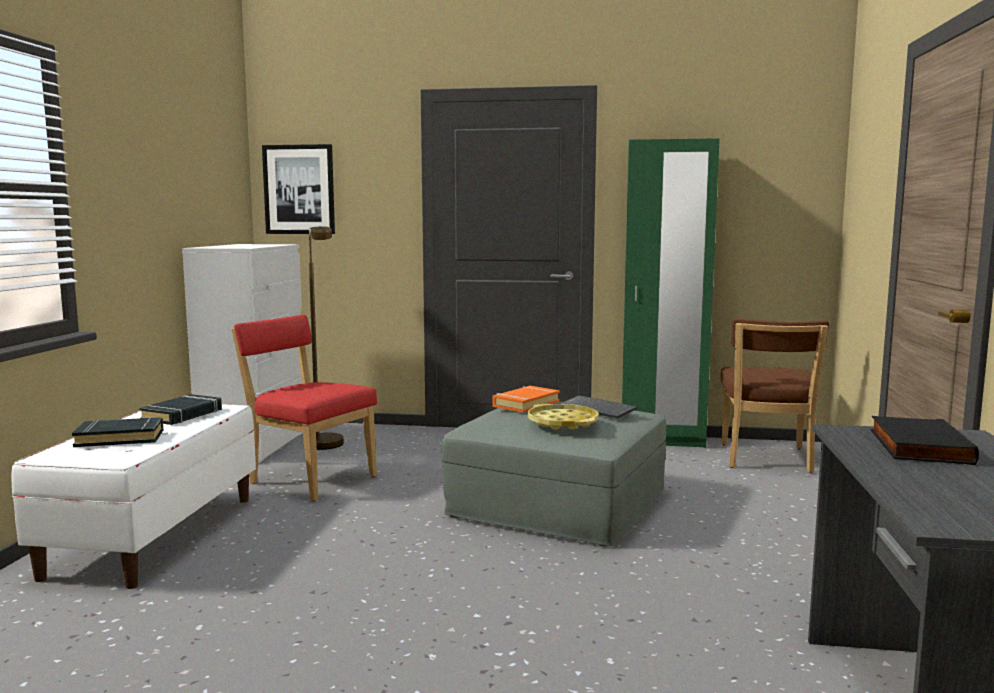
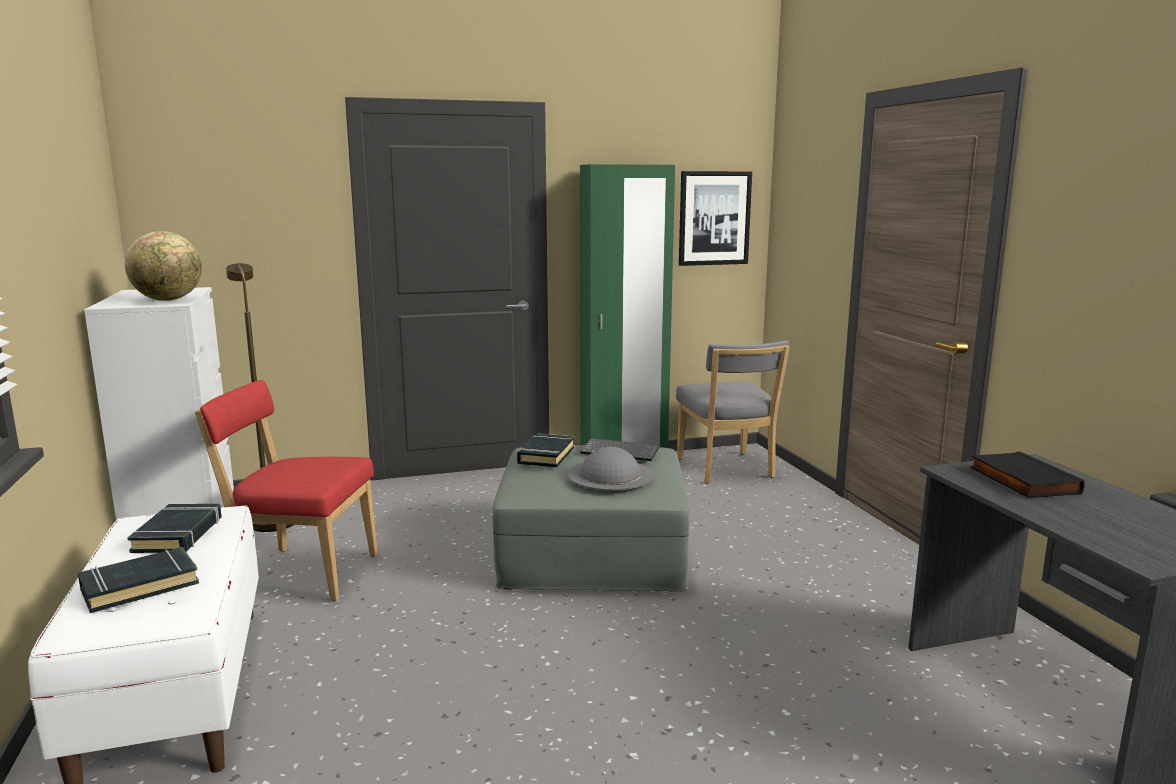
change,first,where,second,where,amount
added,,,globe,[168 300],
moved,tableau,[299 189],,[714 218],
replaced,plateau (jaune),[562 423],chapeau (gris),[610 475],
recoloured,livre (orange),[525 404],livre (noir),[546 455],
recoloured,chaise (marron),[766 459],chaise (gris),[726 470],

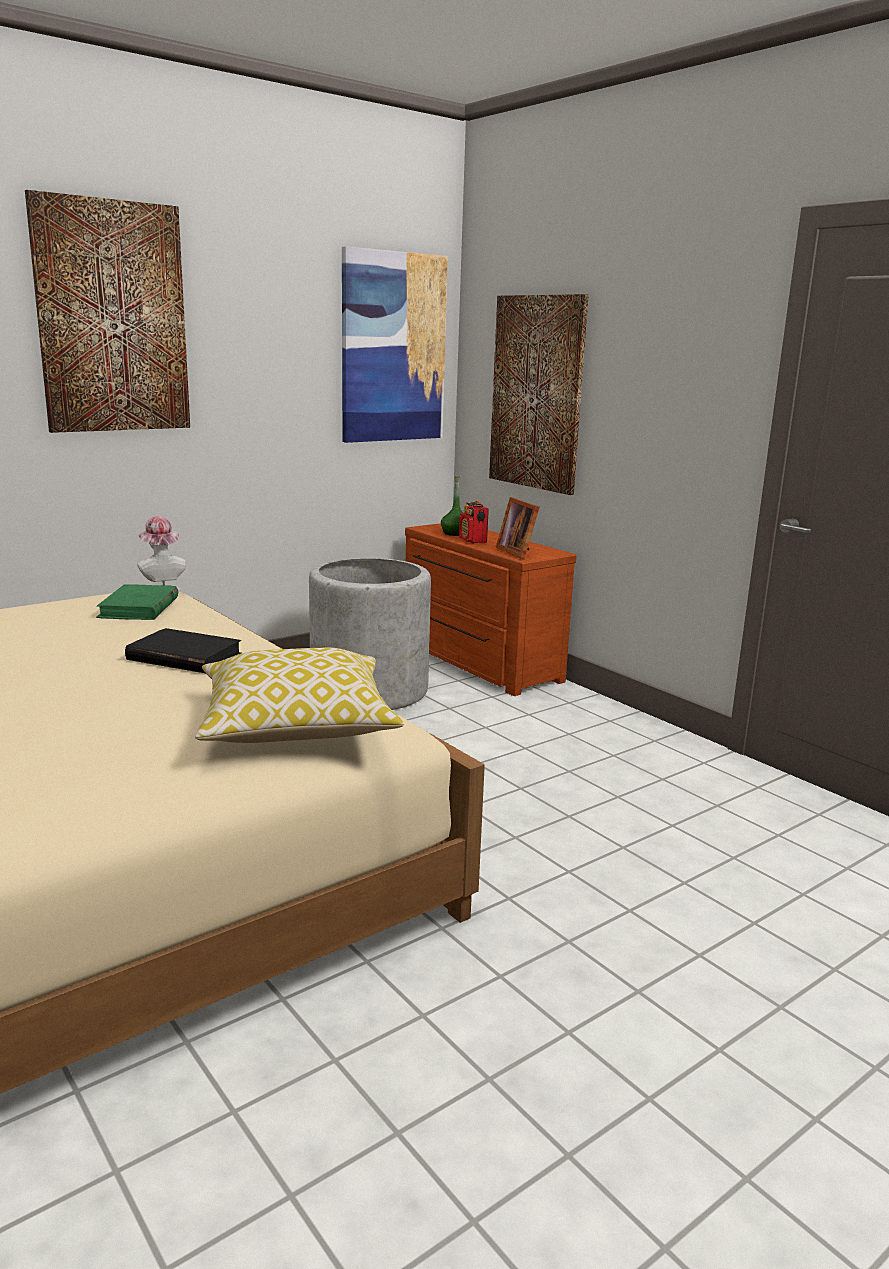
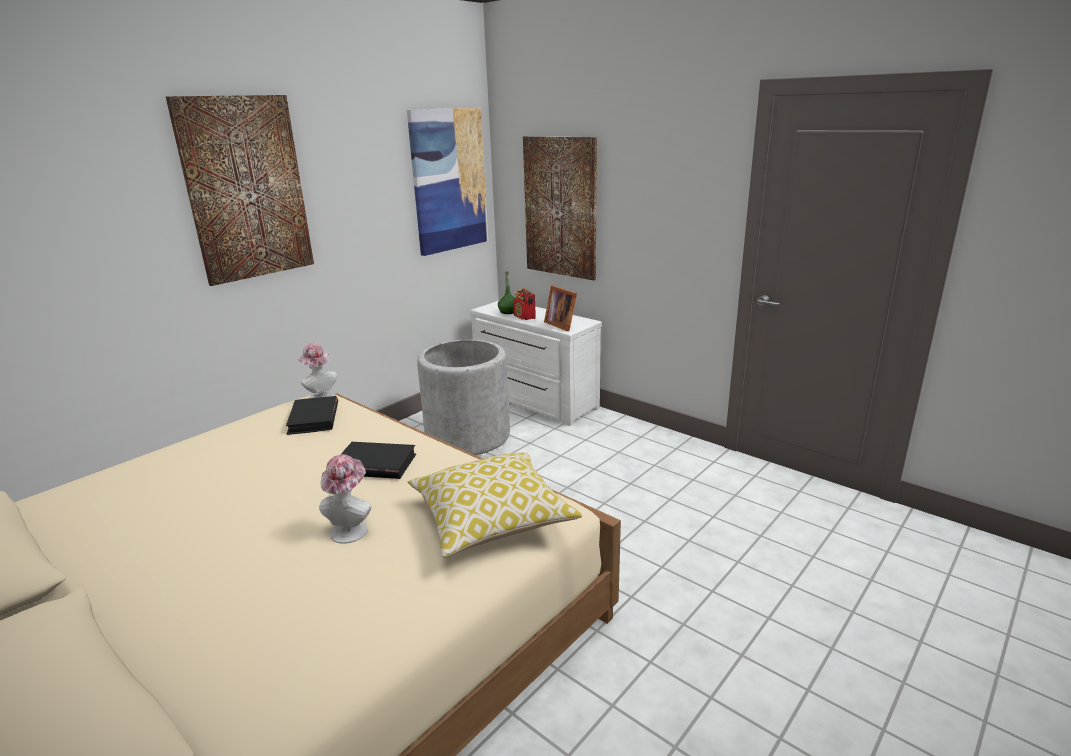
change,first,where,second,where,amount
added,,,chapeau,[351 528],
recoloured,livre (vert),[139 608],livre (noir),[314 419],
recoloured,commode (marron),[477 663],commode (blanc),[533 401],

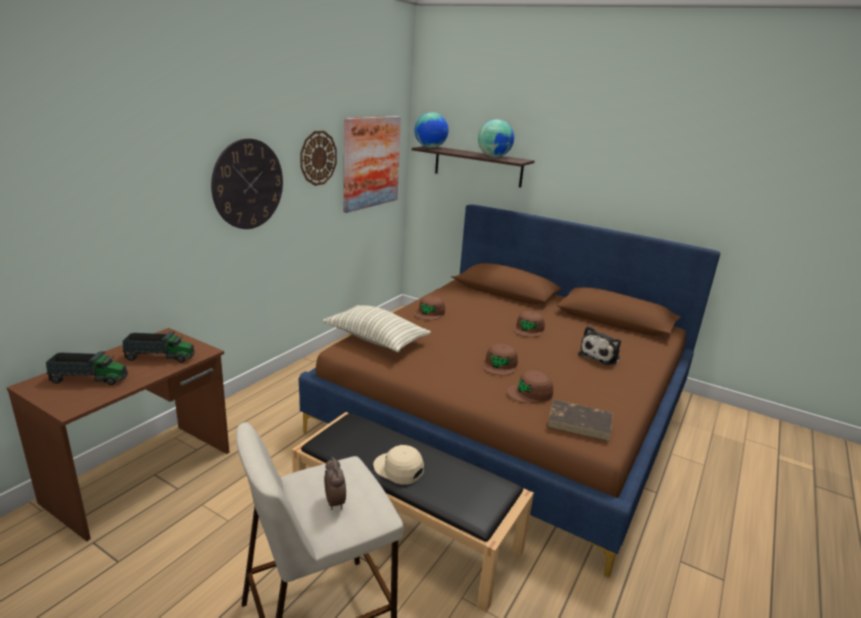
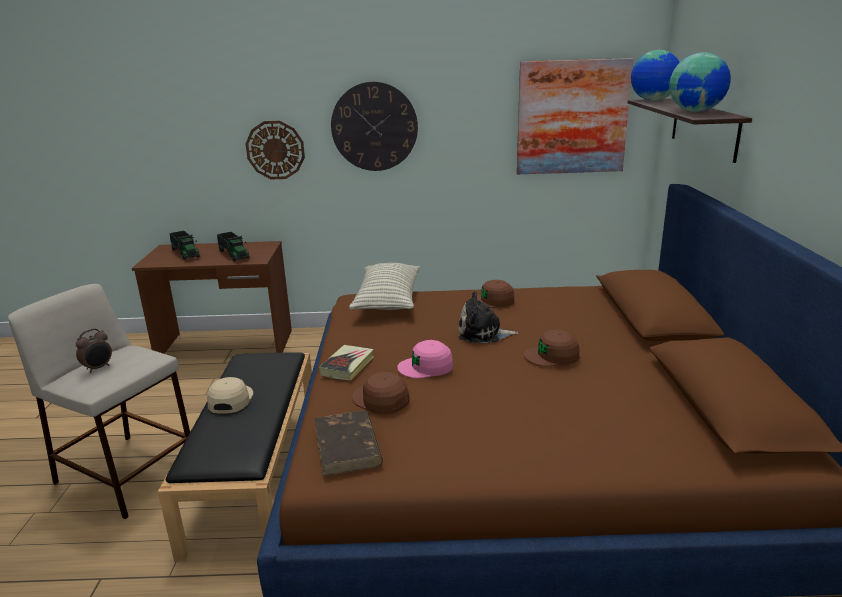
change,first,where,second,where,amount
added,,,livre,[347 366],
moved,horloge murale,[318 158],,[275 150],
moved,peluche,[600 356],,[483 333],
recoloured,casquette (marron),[500 365],casquette (rose),[426 367],

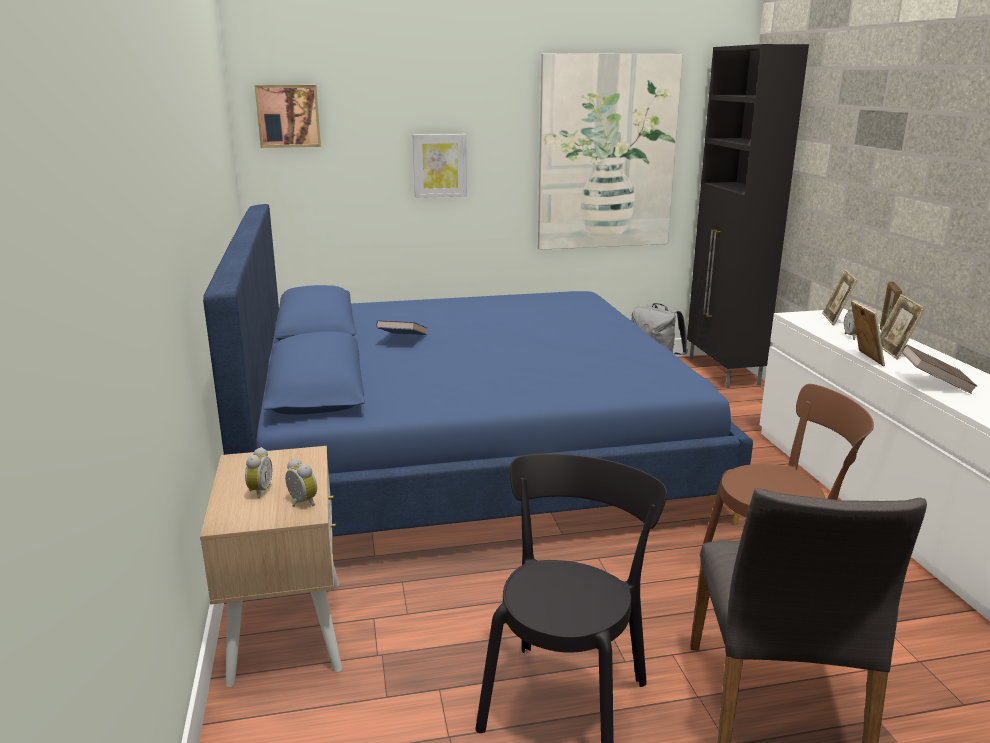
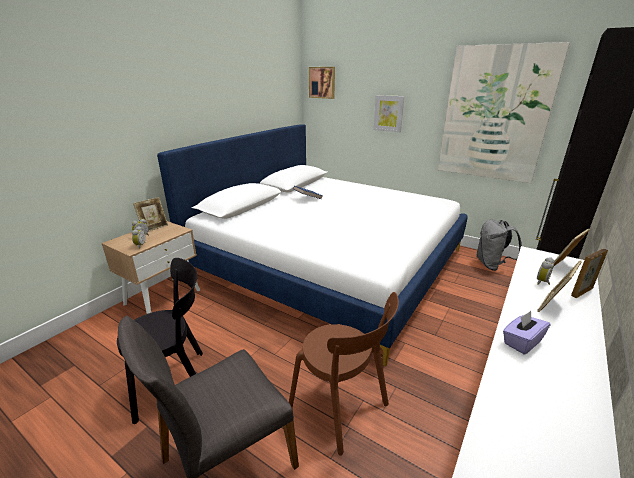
change,first,where,second,where,amount
moved,cadre photo,[863 358],,[154 227],
replaced,livre (marron),[934 383],boîte à mouchoirs (violet),[521 342],
recoloured,lit (bleu),[465 448],lit (blanc),[328 262],

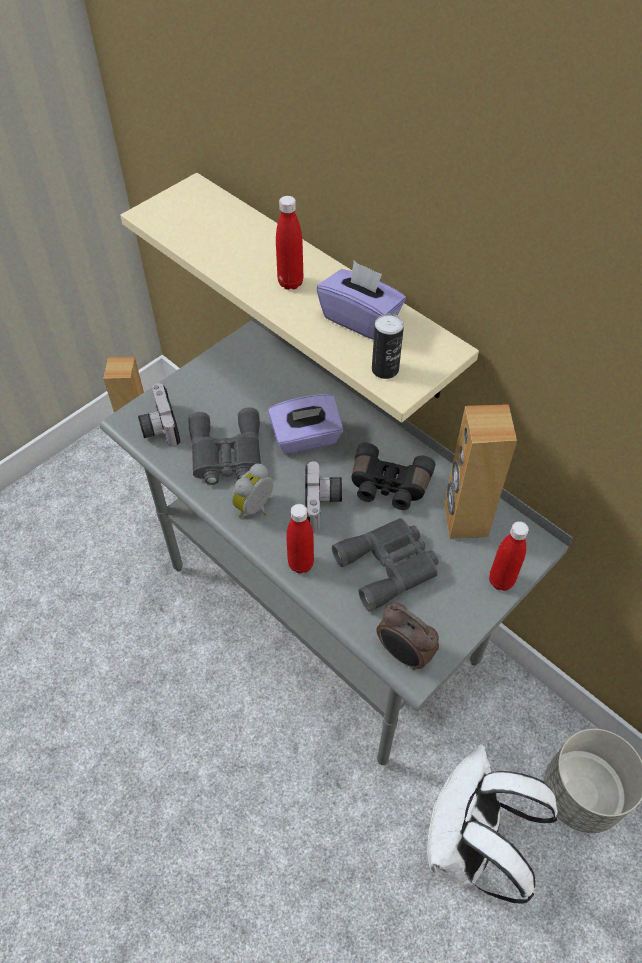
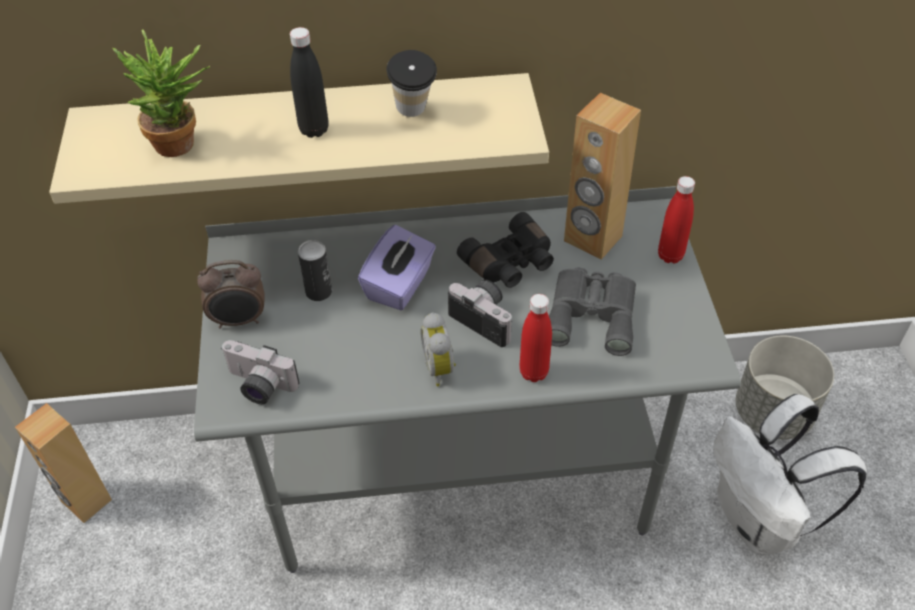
change,first,where,second,where,amount
removed,jumelles (gris),[226 454],,,
added,,,plante en pot,[183 145],
moved,boîte métallique,[385 369],,[318 291],
moved,réveil,[403 654],,[239 320],
replaced,boîte à mouchoirs (violet),[360 319],tasse,[413 114],
recoloured,bouteille (rouge),[290 283],bouteille (noir),[314 130],

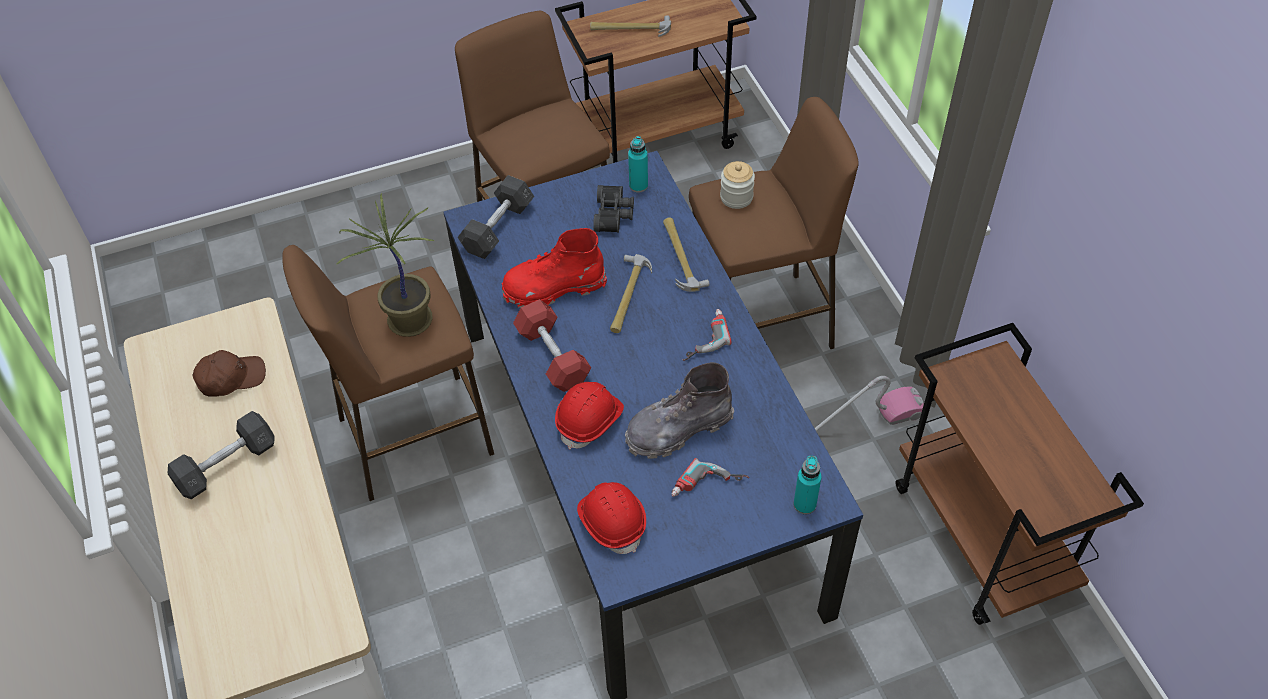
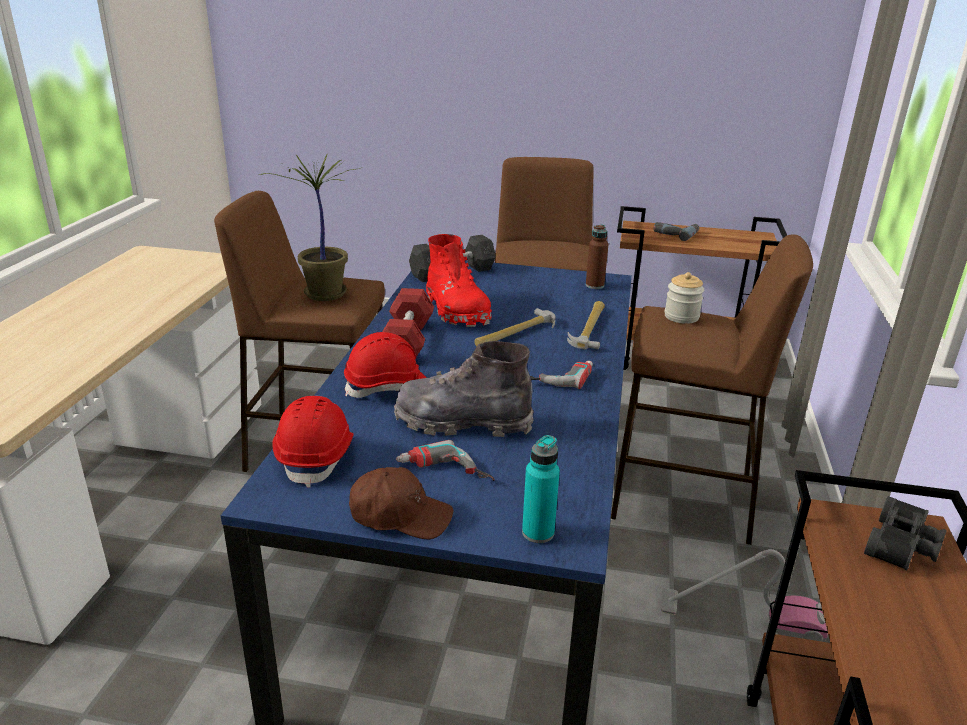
change,first,where,second,where,amount
removed,haltère (gris),[227 465],,,
moved,casquette (marron),[231 378],,[400 515],
moved,jumelles (noir),[614 214],,[903 546],
replaced,marteau,[630 28],perceuse,[675 233],
recoloured,bouteille (turquoise),[638 186],bouteille (marron),[594 285],
turned,botte (rouge),[554 288],,[456 310],135 degrees counterclockwise

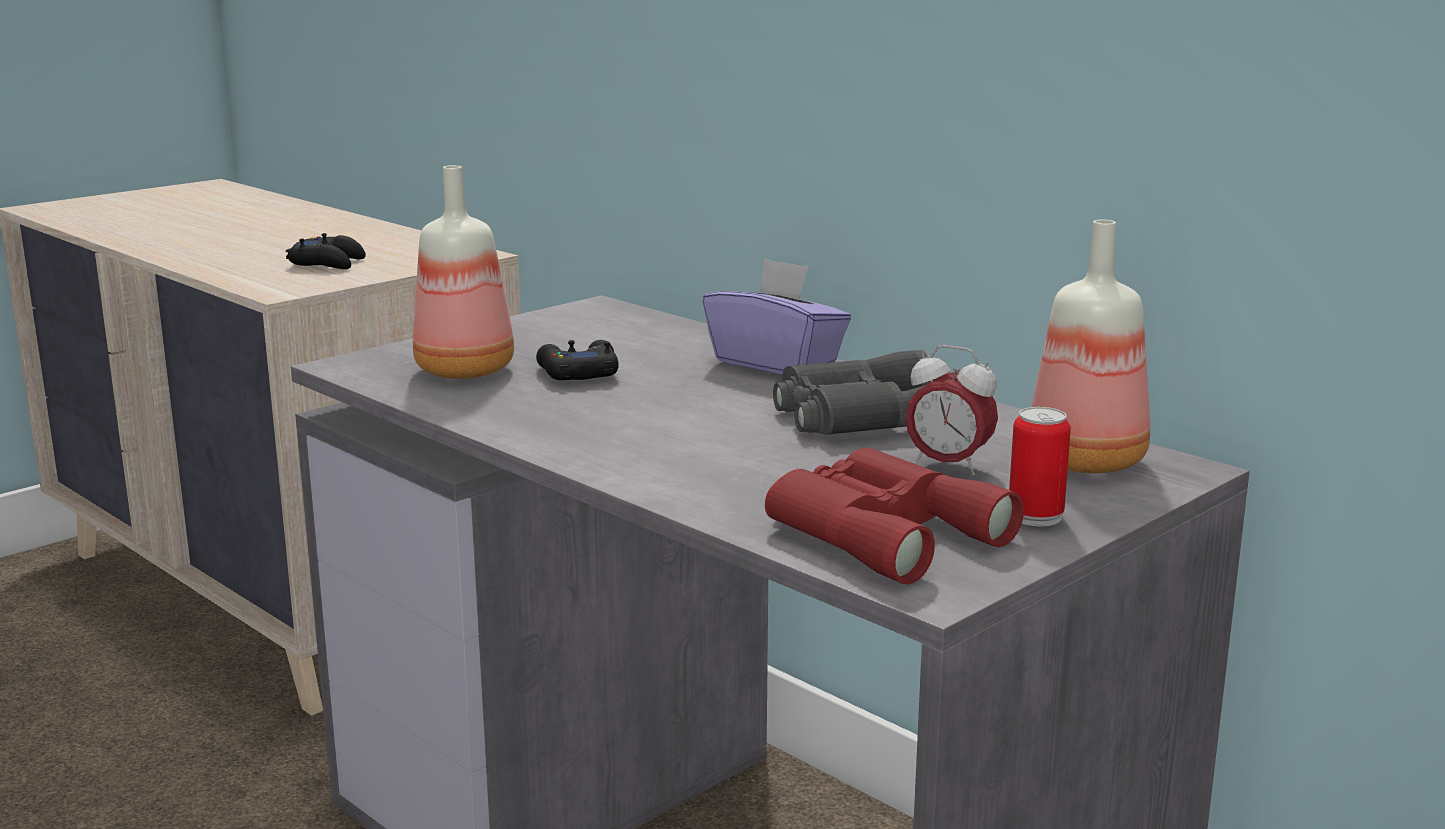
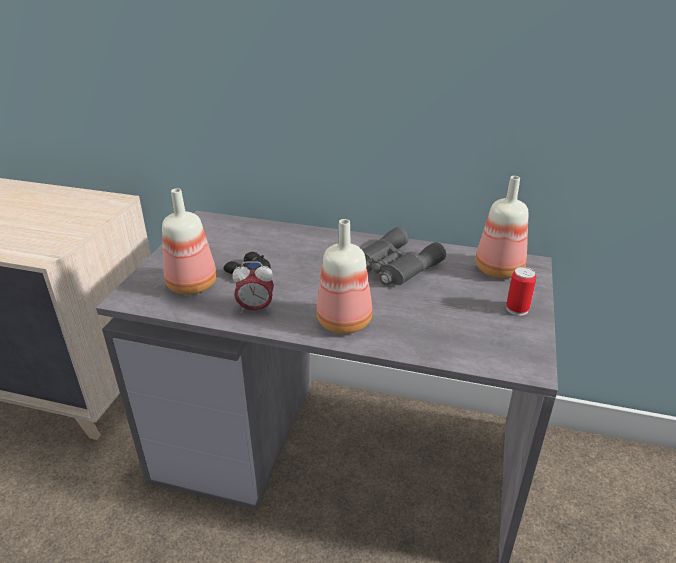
change,first,where,second,where,amount
removed,manette (noir),[328 263],,,
removed,boîte à mouchoirs (violet),[776 363],,,
removed,jumelles (rouge),[879 530],,,
added,,,bouteille,[346 321],
moved,réveil,[948 466],,[255 309],

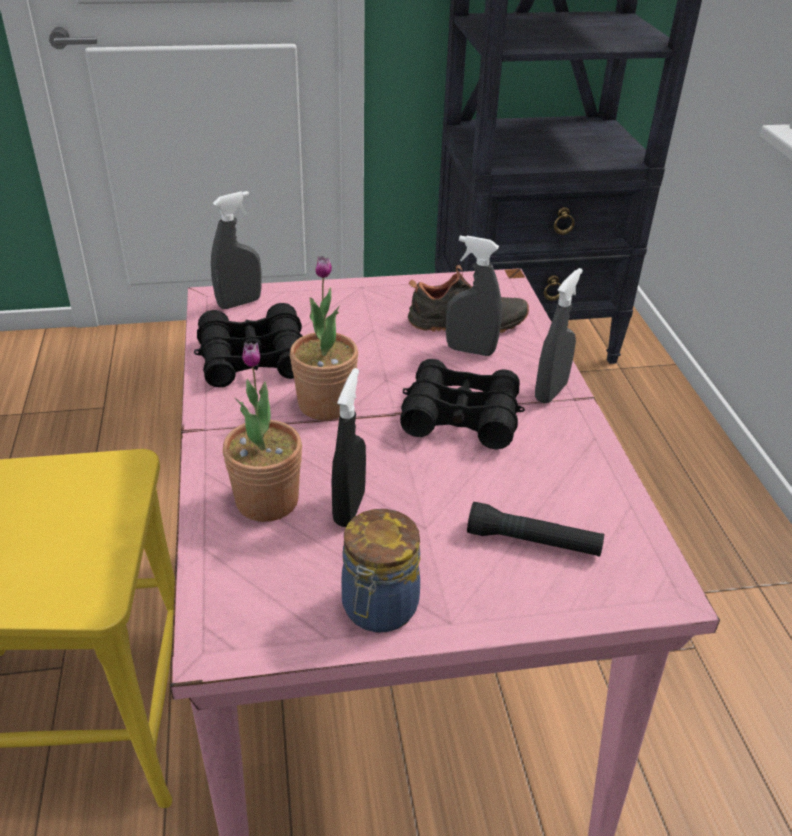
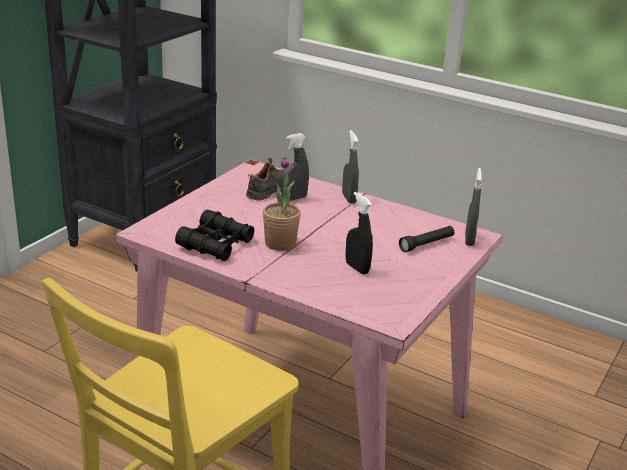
change,first,where,second,where,amount
removed,plante en pot,[267 501],,,
removed,bocal,[378 609],,,
removed,jumelles (noir),[460 416],,,
moved,vaporisateur (gris),[239 303],,[469 240],

